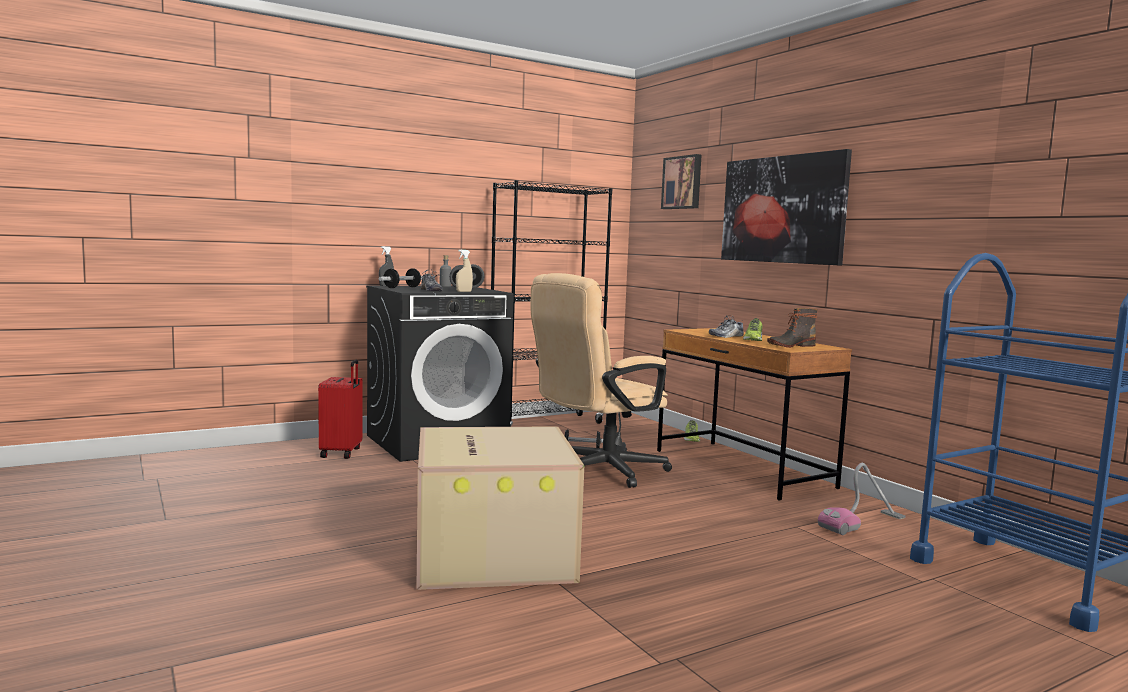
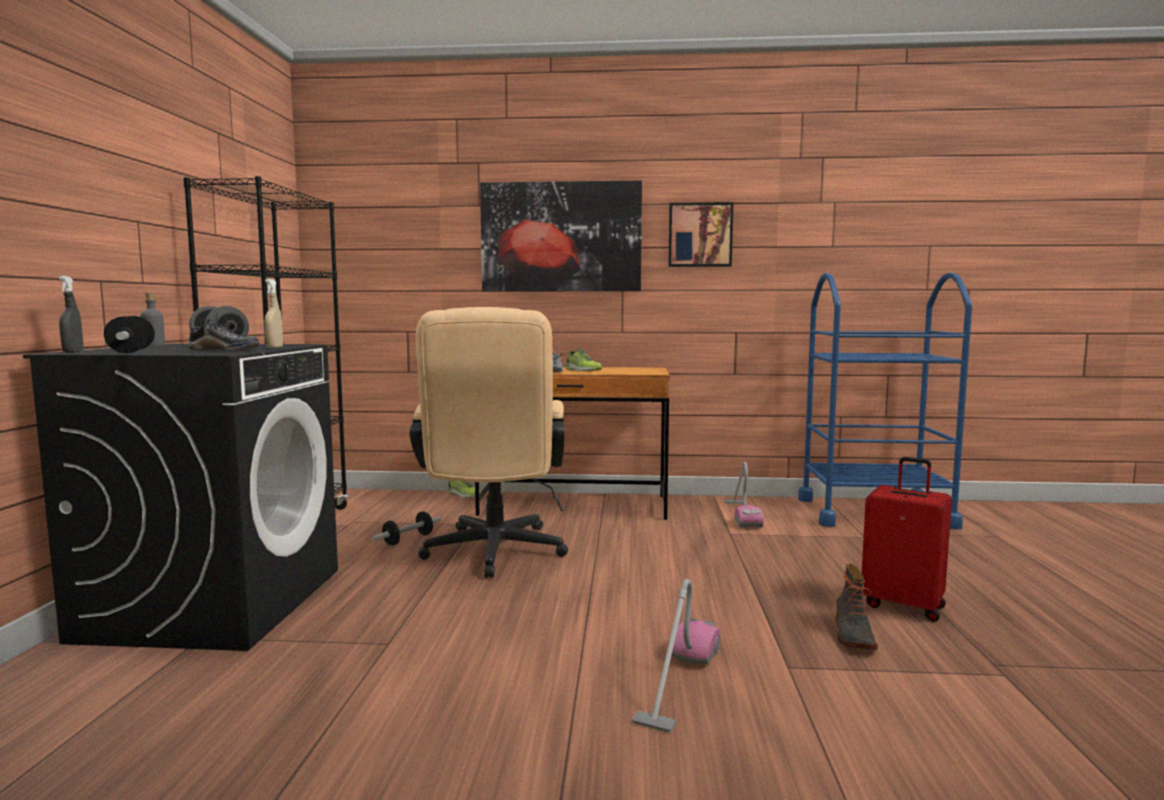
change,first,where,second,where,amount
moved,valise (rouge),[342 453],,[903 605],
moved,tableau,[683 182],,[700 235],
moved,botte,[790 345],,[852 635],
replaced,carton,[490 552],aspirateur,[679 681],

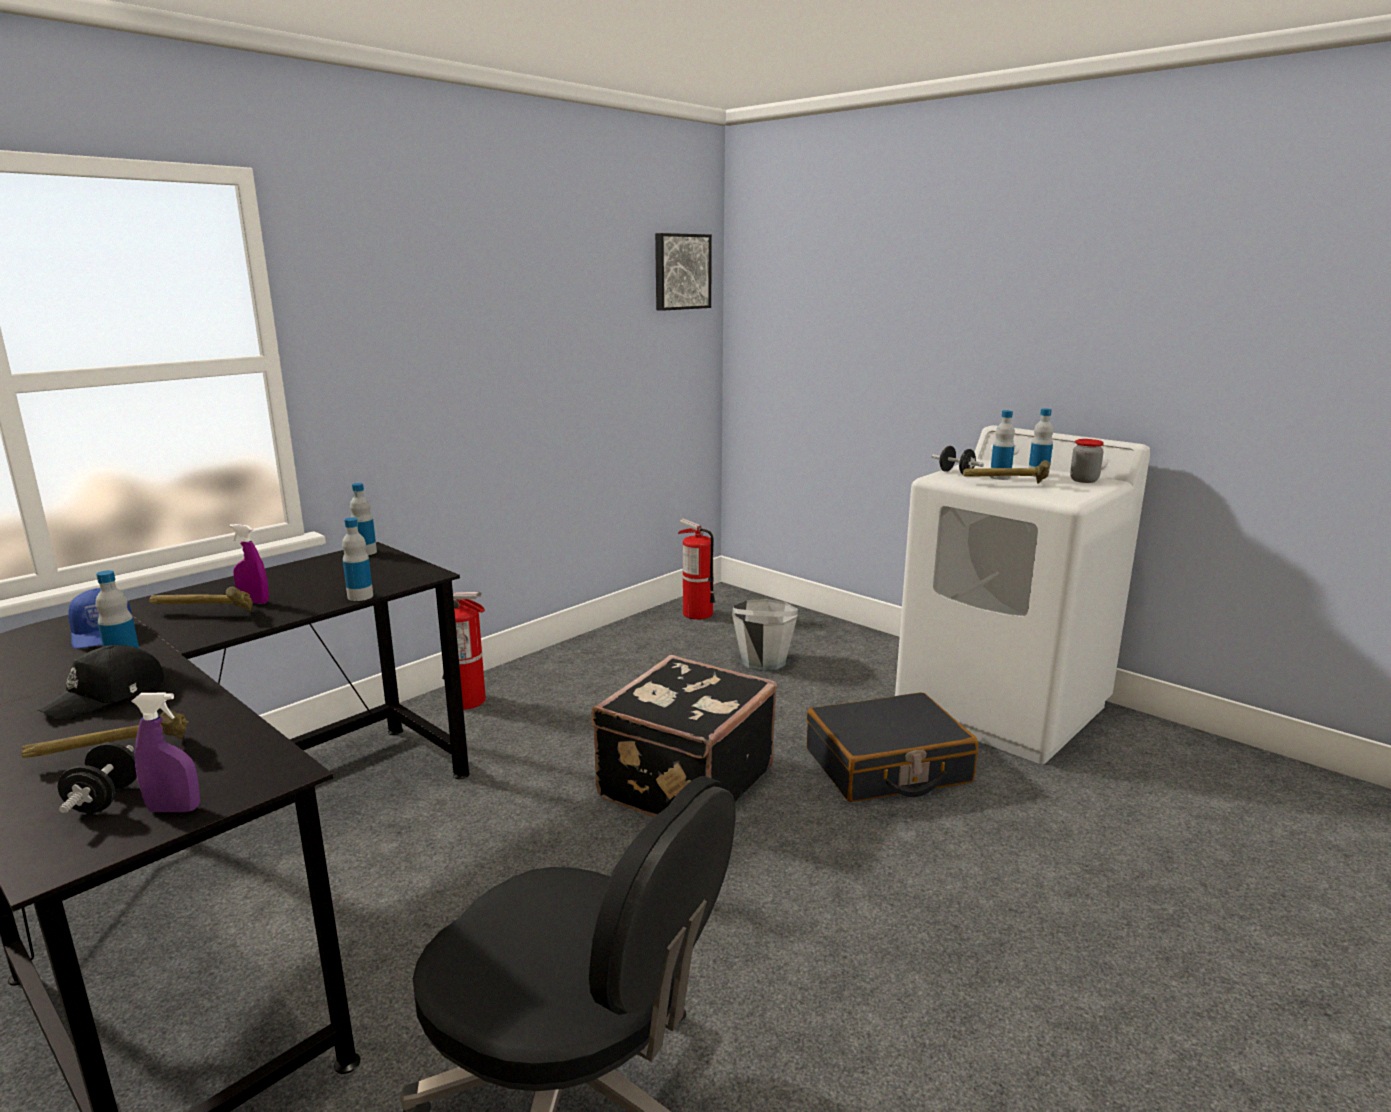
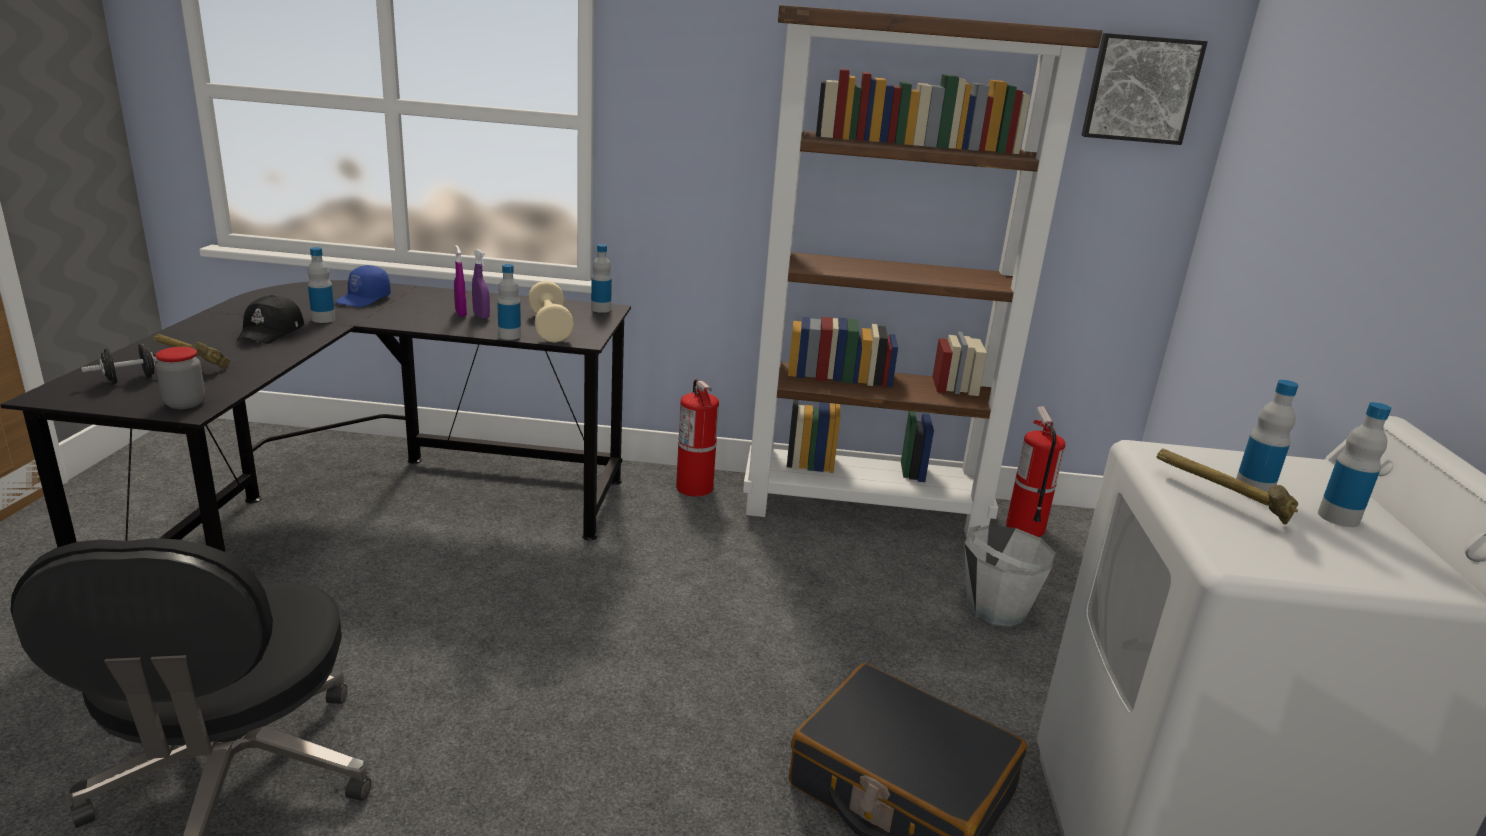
change,first,where,second,where,amount
removed,marteau,[203 613],,,
removed,valise (noir),[683 782],,,
removed,haltère (noir),[956 473],,,
added,,,haltère (beige),[550 328],
added,,,bibliothèque (marron),[865 507],
moved,vaporisateur (violet),[174 809],,[481 316],
moved,bocal,[1084 480],,[185 403],
turned,casquette (noir),[108 696],,[272 332],75 degrees counterclockwise

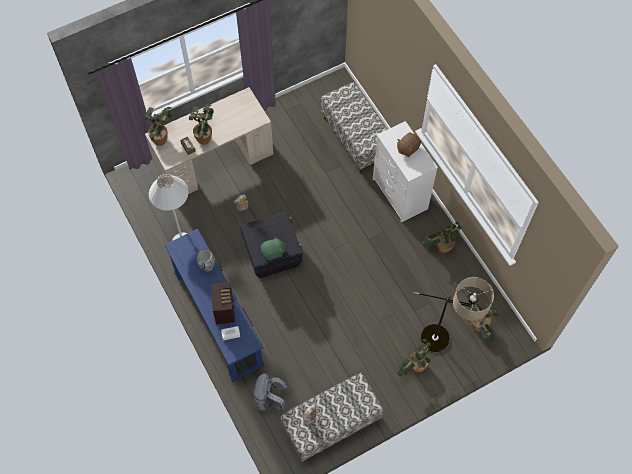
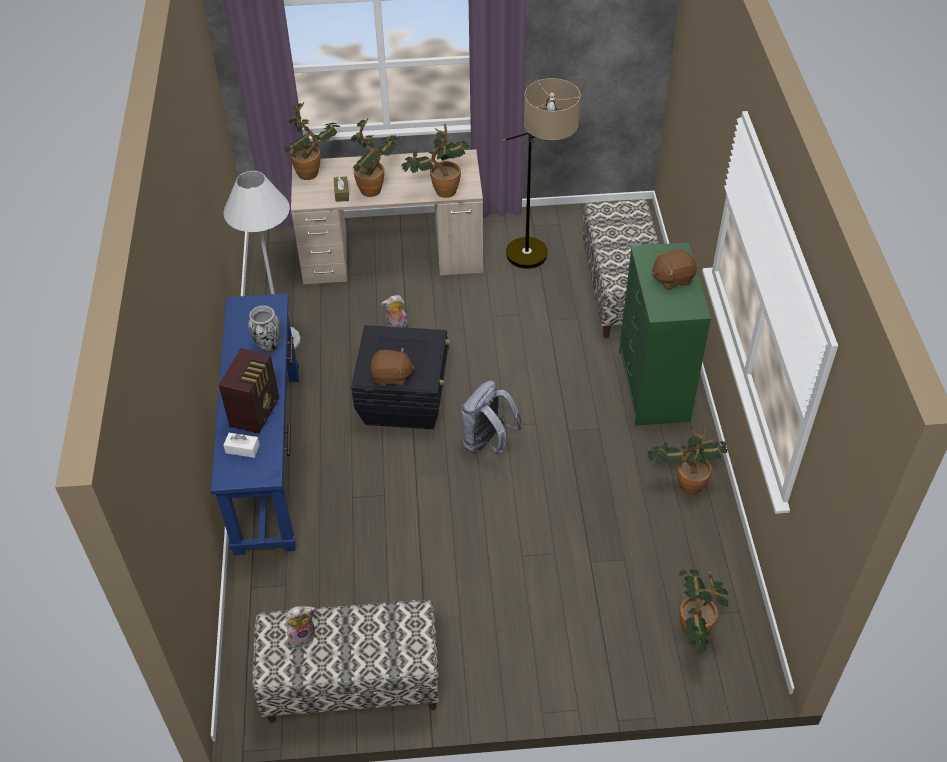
change,first,where,second,where,amount
moved,sac à dos (gris),[269 399],,[487 442],
moved,plante en pot,[414 367],,[440 191],
moved,lampadaire,[445 344],,[536 264],
recoloured,peluche (vert),[273 252],peluche (marron),[391 377],
recoloured,commode (blanc),[400 194],commode (vert),[654 386],

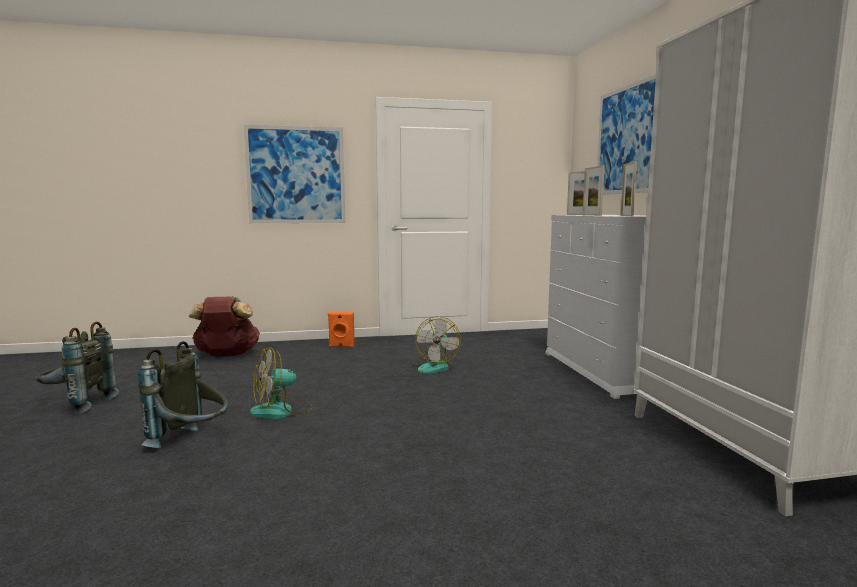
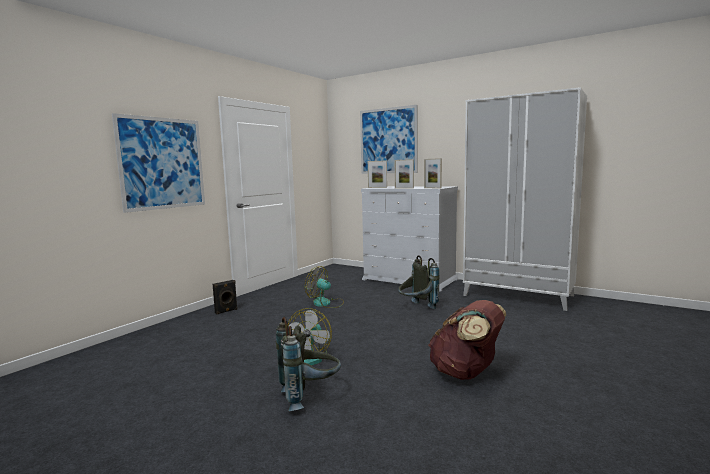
change,first,where,second,where,amount
moved,sac à dos (gris),[77 404],,[417 308],
moved,sac à dos (marron),[226 355],,[466 373],
recoloured,enceinte (orange),[341 346],enceinte (noir),[226 311],
turned,ventilateur,[435 367],,[326 303],150 degrees clockwise

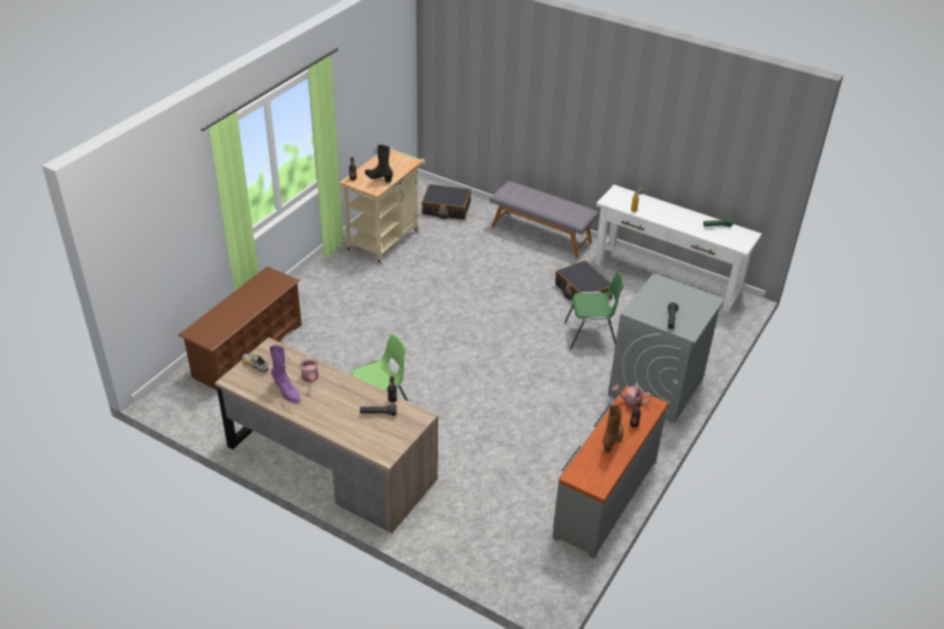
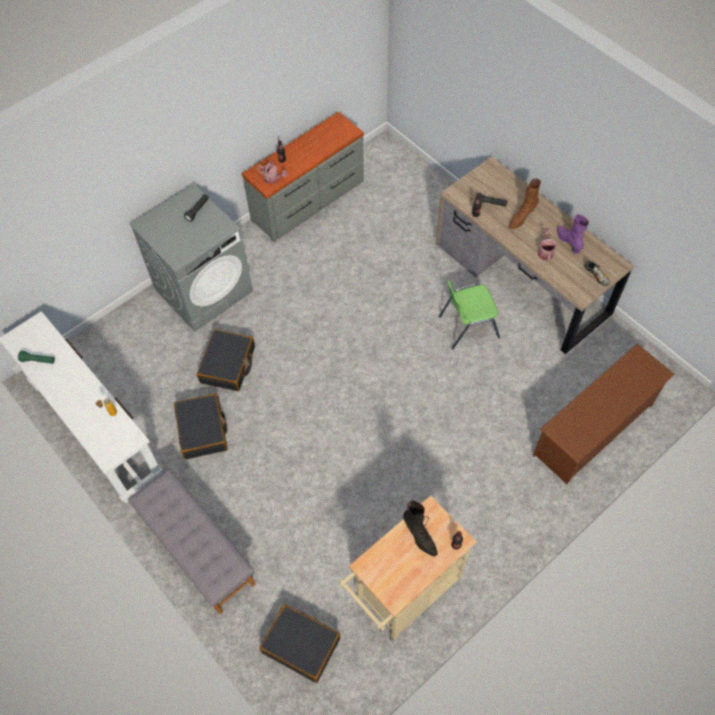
change,first,where,second,where,amount
moved,botte (marron),[613 441],,[521 218],
replaced,chaise (vert),[591 335],valise (noir),[228 365],

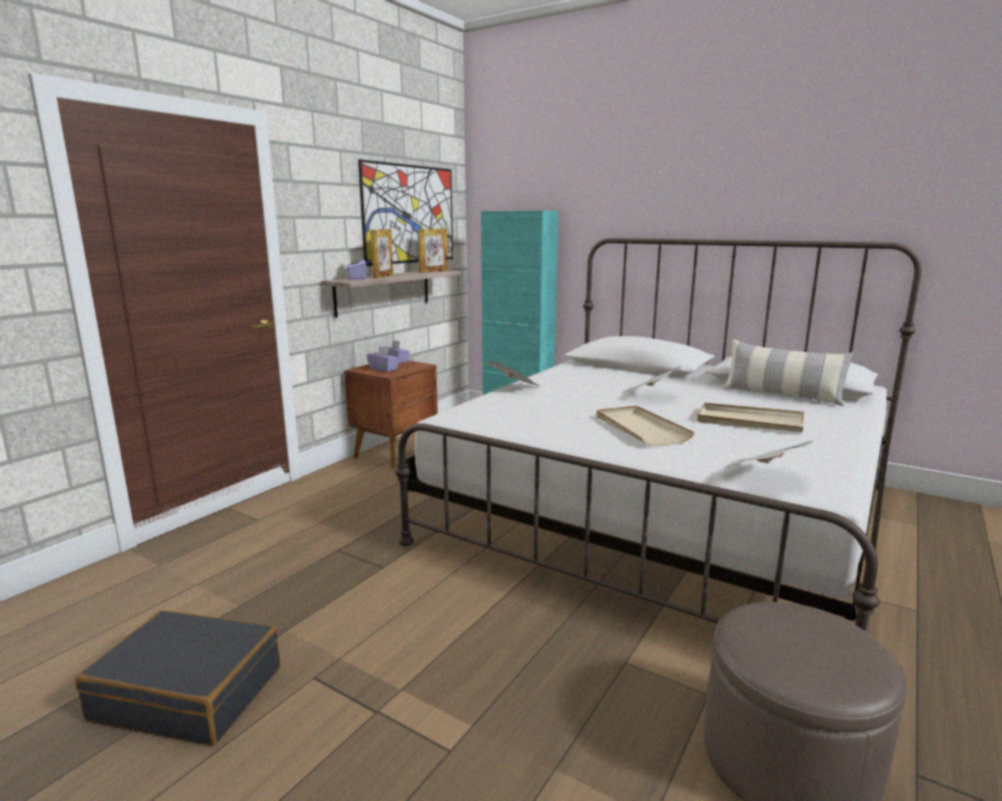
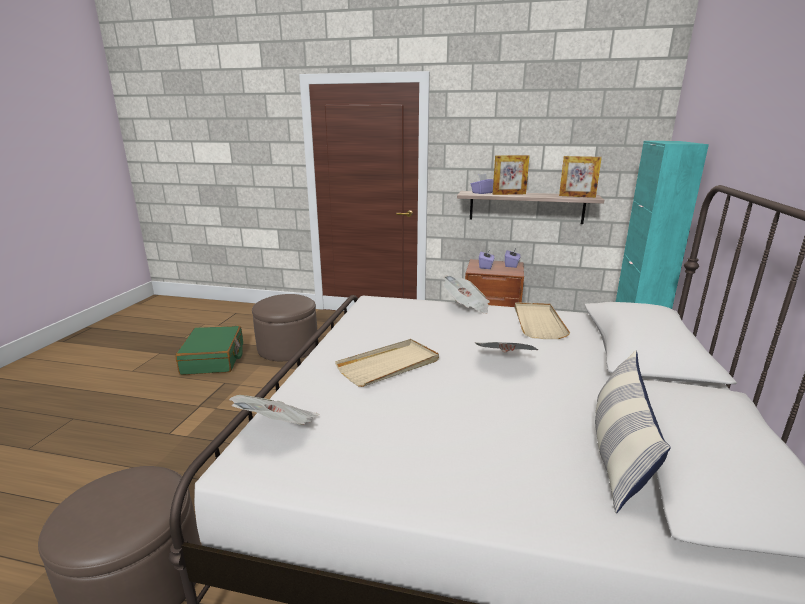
change,first,where,second,where,amount
removed,tableau,[410 214],,,
added,,,pouf (marron),[288 347],
moved,plateau (beige),[749 421],,[538 322],
recoloured,valise (noir),[189 693],valise (vert),[214 359],

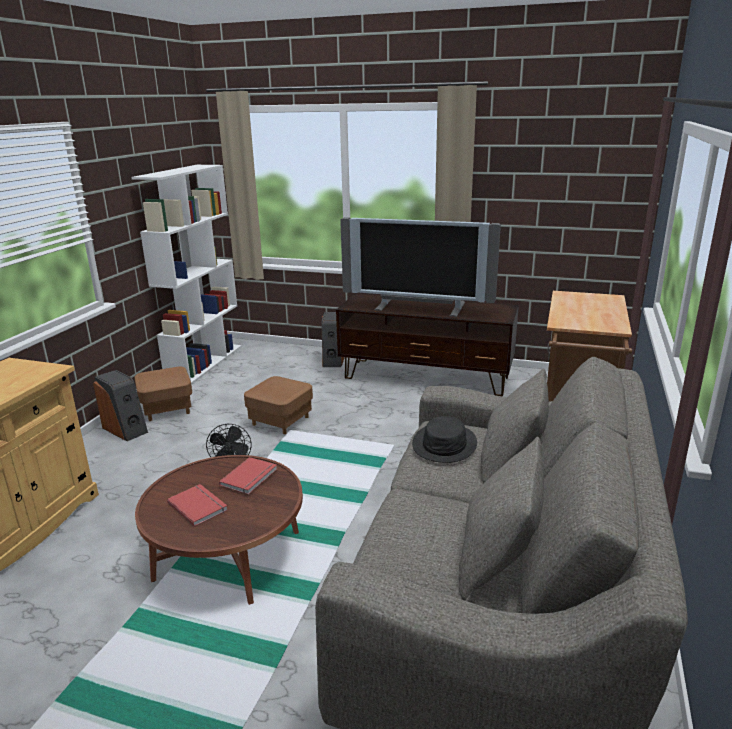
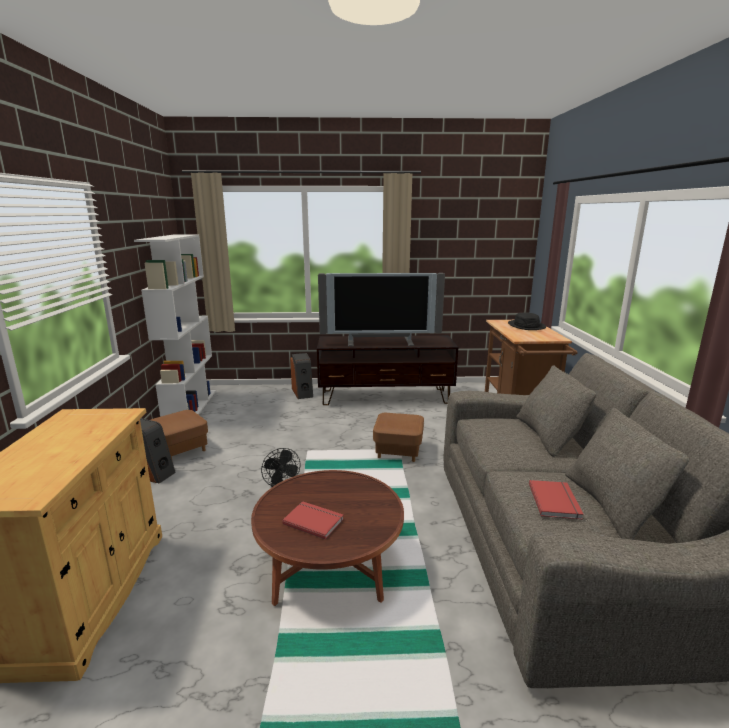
change,first,where,second,where,amount
moved,livre (rouge),[250 477],,[556 501],
moved,pouf (marron),[280 421],,[398 451],
moved,chapeau (noir),[444 444],,[526 326],

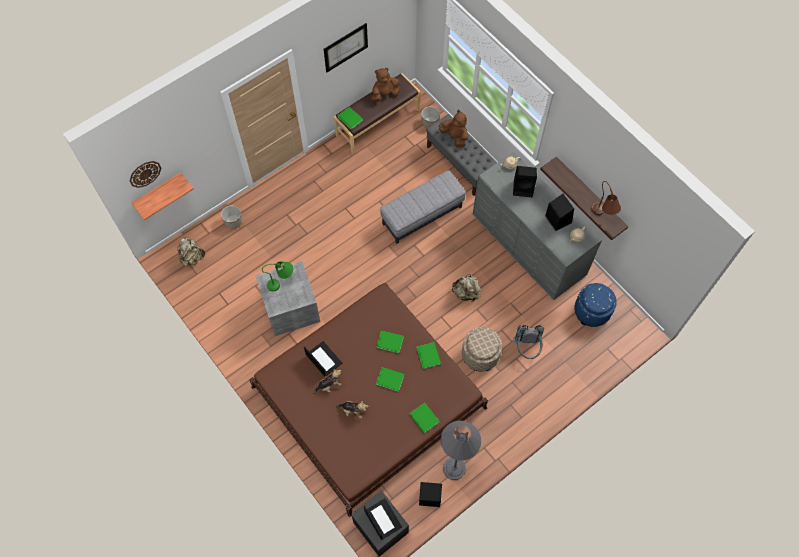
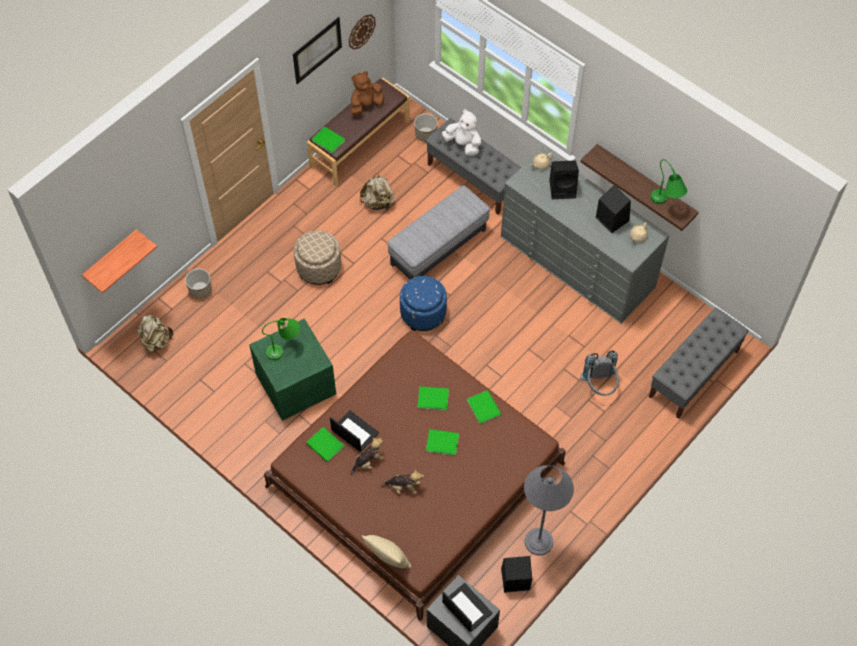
change,first,where,second,where,amount
added,,,coussin (beige),[388 559],
added,,,banc (gris),[693 374],
moved,horloge murale,[145 173],,[361 31],
moved,livre (vert),[424 419],,[325 446],
moved,sac à dos (beige),[466 293],,[378 202],
moved,pouf (beige),[480 355],,[319 268],
moved,pouf (bleu),[592 311],,[423 313],
recoloured,boîte de rangement (gris),[290 308],boîte de rangement (vert),[294 383],
recoloured,peluche (marron),[454 137],peluche (blanc),[463 144],
recoloured,lampe de table (marron),[602 216],lampe de table (vert),[665 205],

